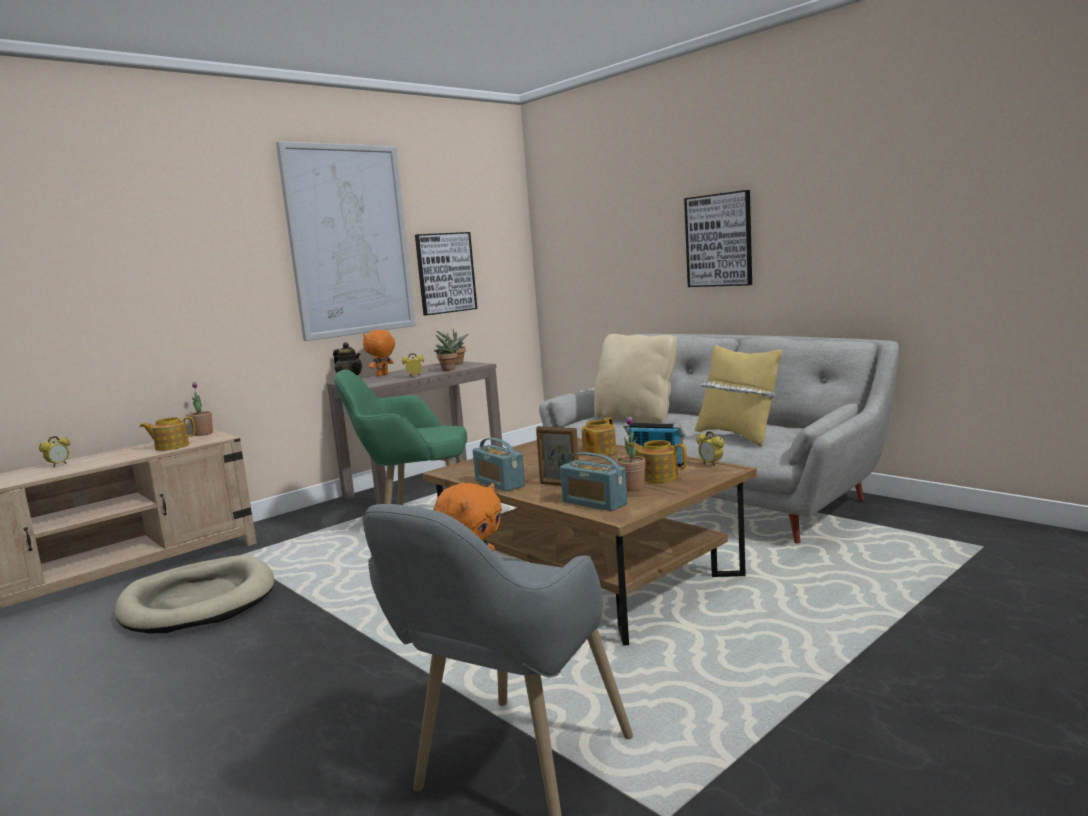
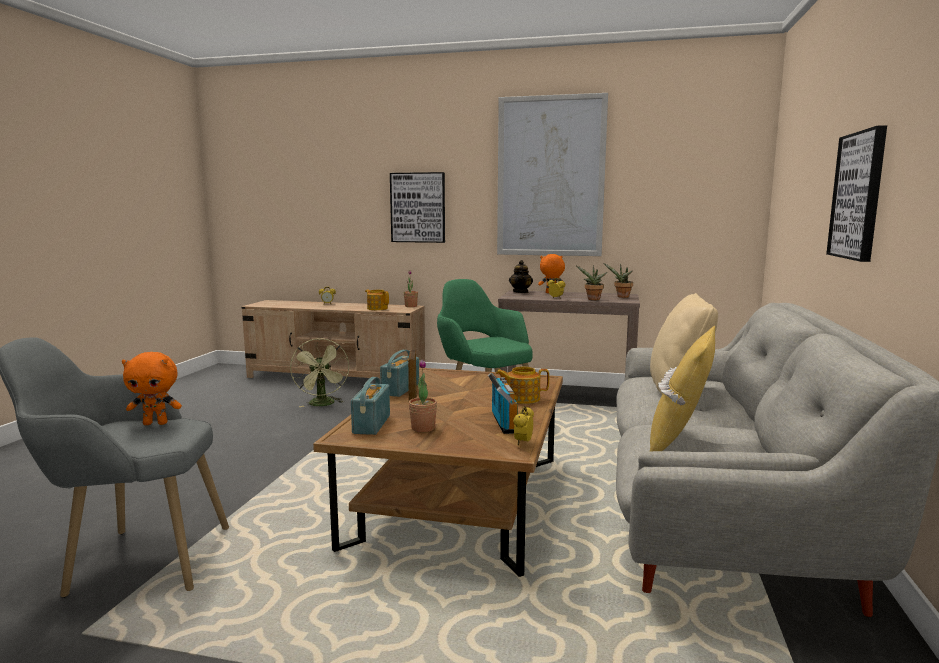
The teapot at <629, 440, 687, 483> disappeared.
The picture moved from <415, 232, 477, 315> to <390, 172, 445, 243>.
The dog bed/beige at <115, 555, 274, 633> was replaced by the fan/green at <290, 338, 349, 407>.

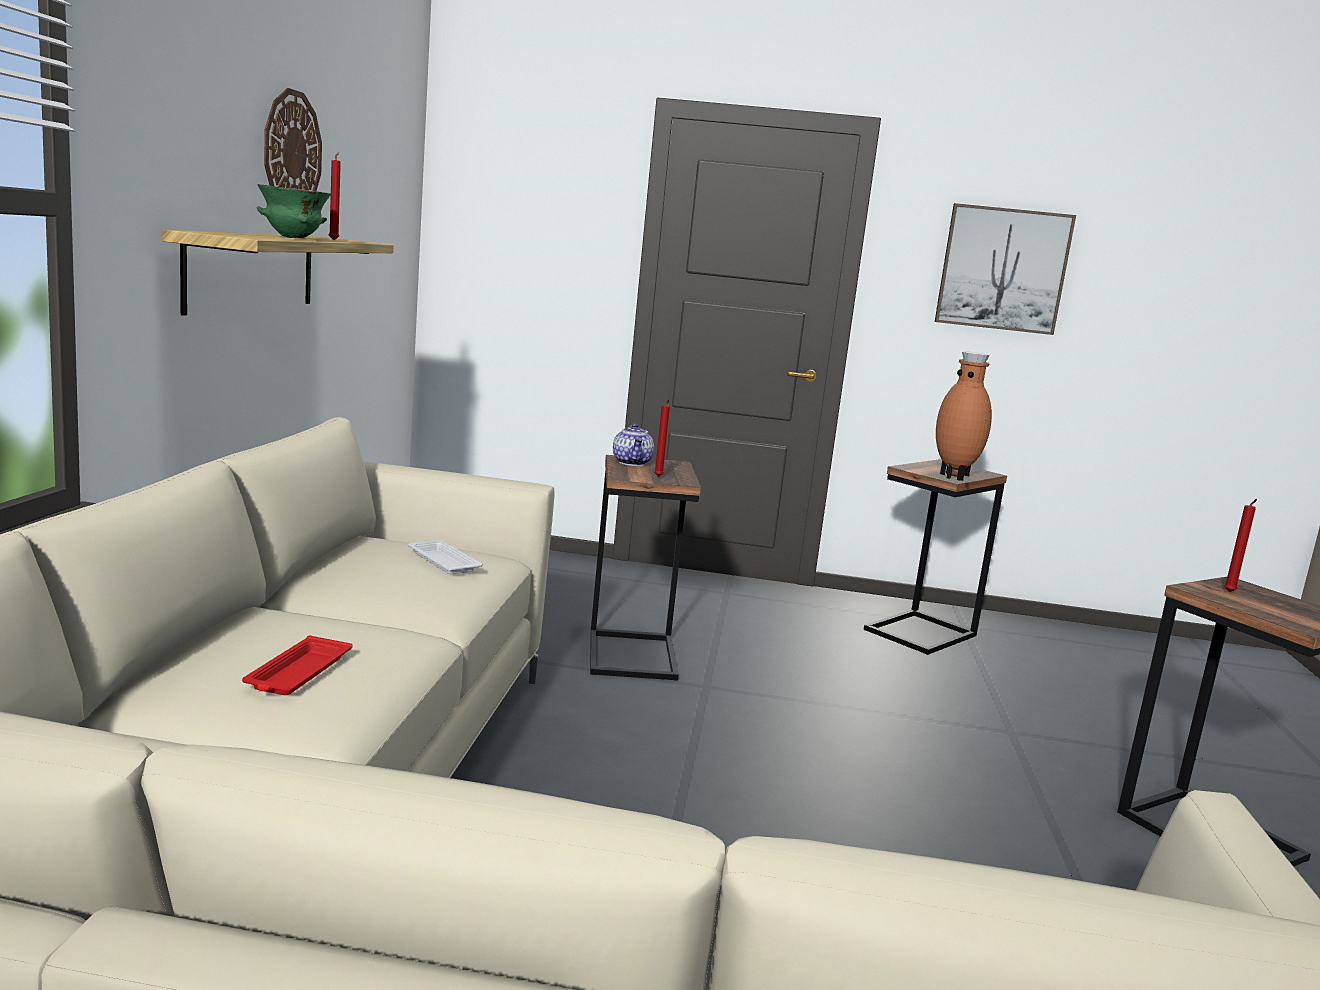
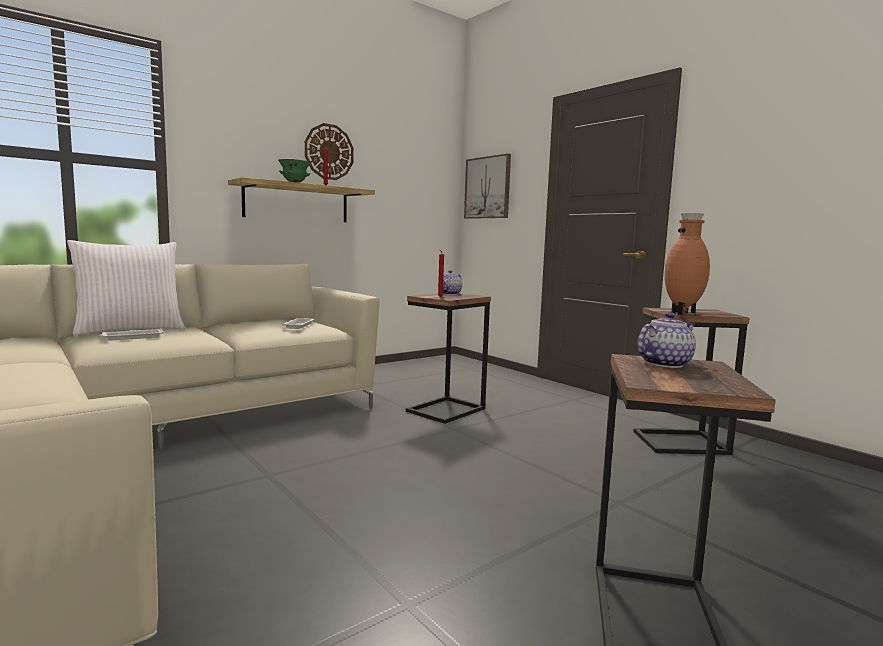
The pillow/white at <67, 240, 185, 335> appeared.
The picture moved from <935, 203, 1076, 335> to <464, 154, 511, 219>.
The candle/red at <1224, 499, 1257, 592> was replaced by the teapot at <637, 312, 696, 368>.
The tray/red at <242, 635, 353, 695> became the tray/white at <99, 328, 164, 341>.

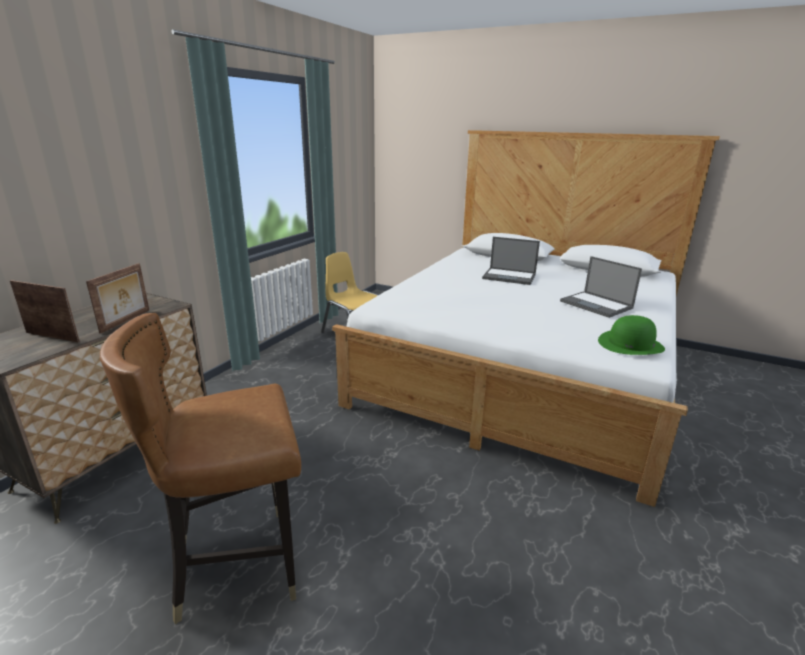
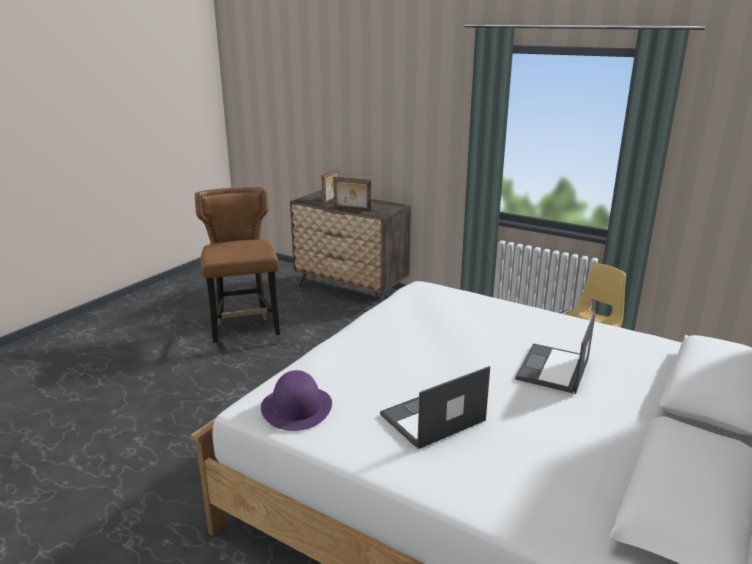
The hat/green at <598, 315, 665, 355> became the hat/purple at <261, 370, 332, 431>.

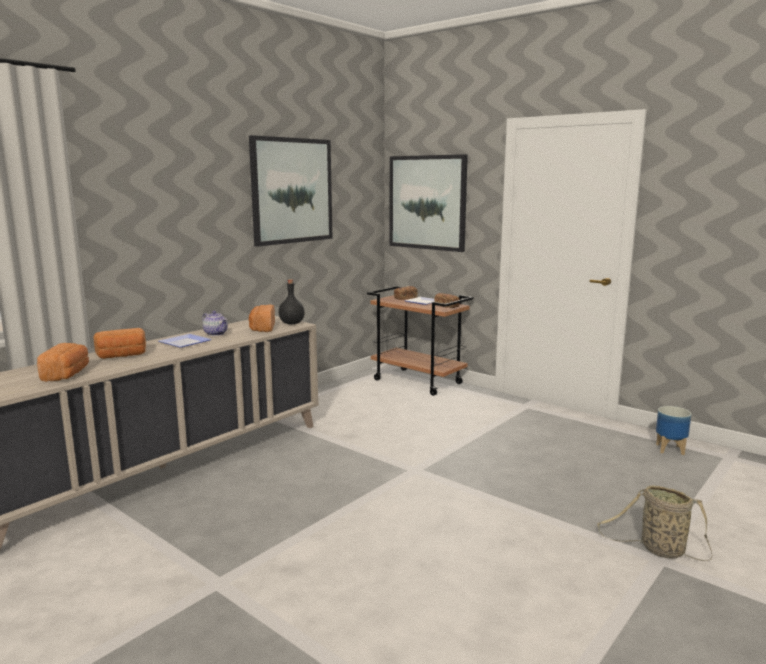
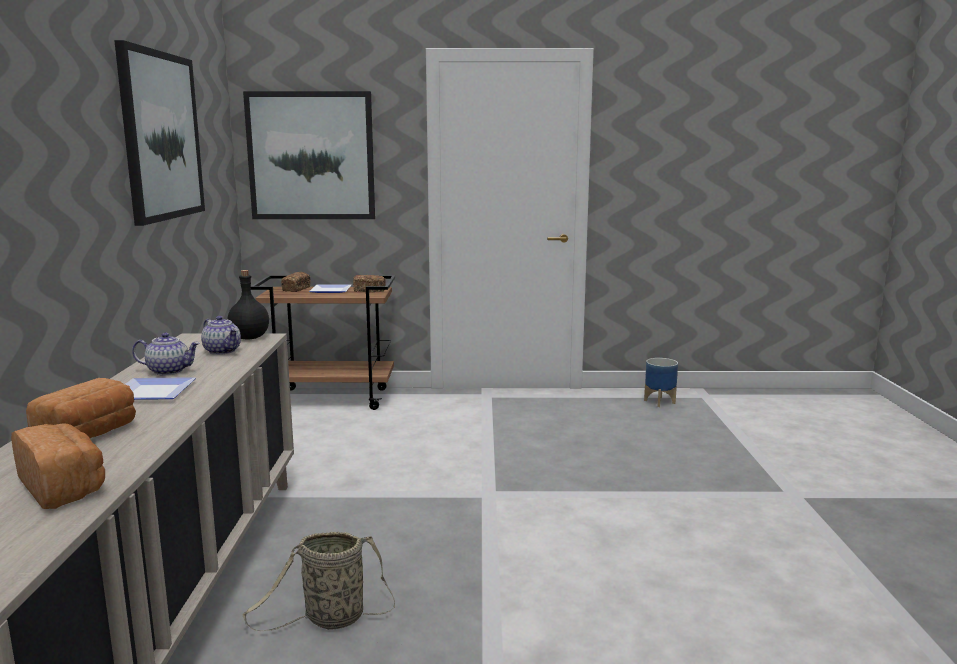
The basket moved from <597, 485, 712, 561> to <243, 532, 395, 631>.
The bread at <249, 304, 275, 332> was replaced by the teapot at <201, 316, 241, 355>.

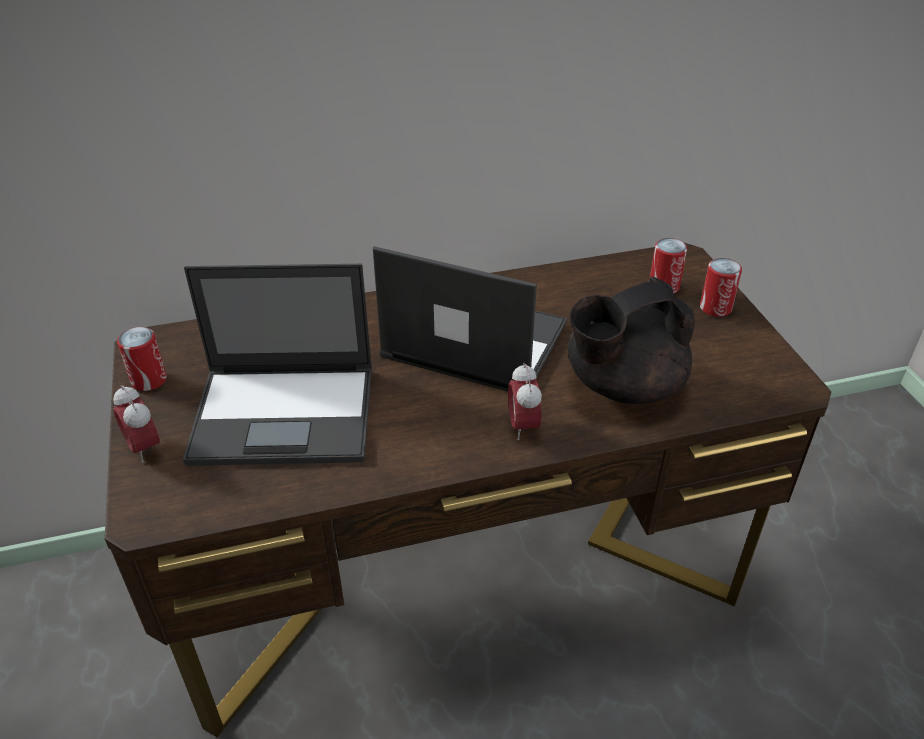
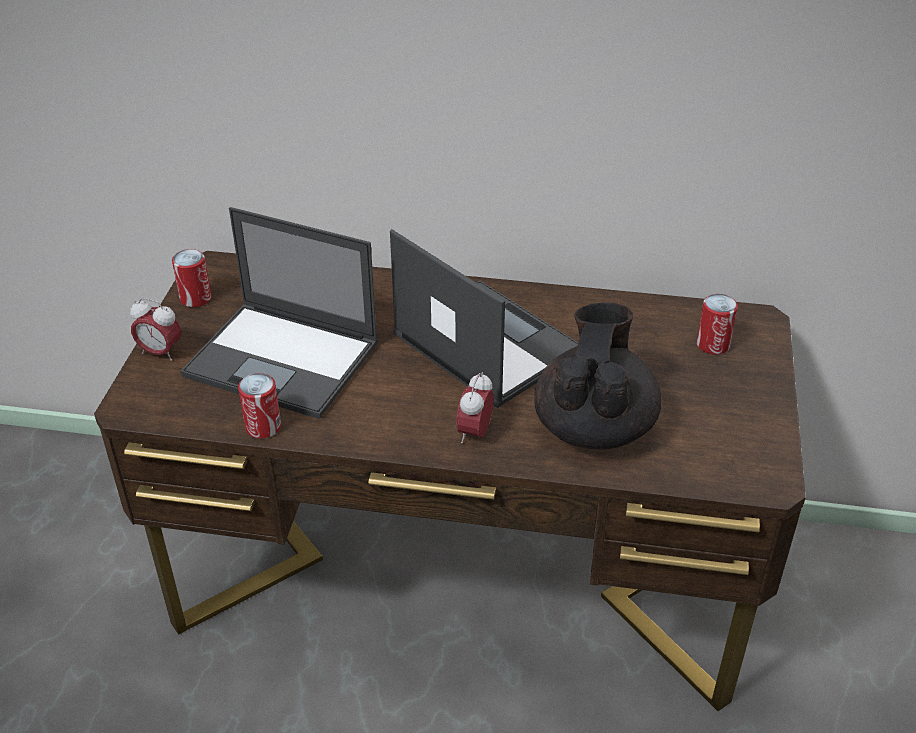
The can moved from <700, 258, 742, 317> to <238, 373, 281, 438>.
The alarm clock at <113, 385, 160, 463> turned 60 degrees counterclockwise.
The teapot/black at <568, 277, 695, 404> turned 105 degrees clockwise.

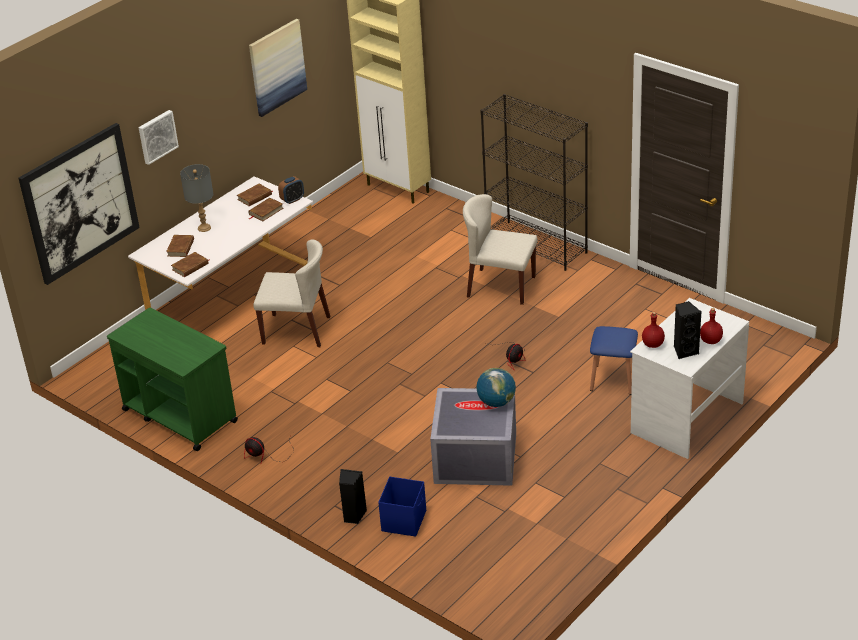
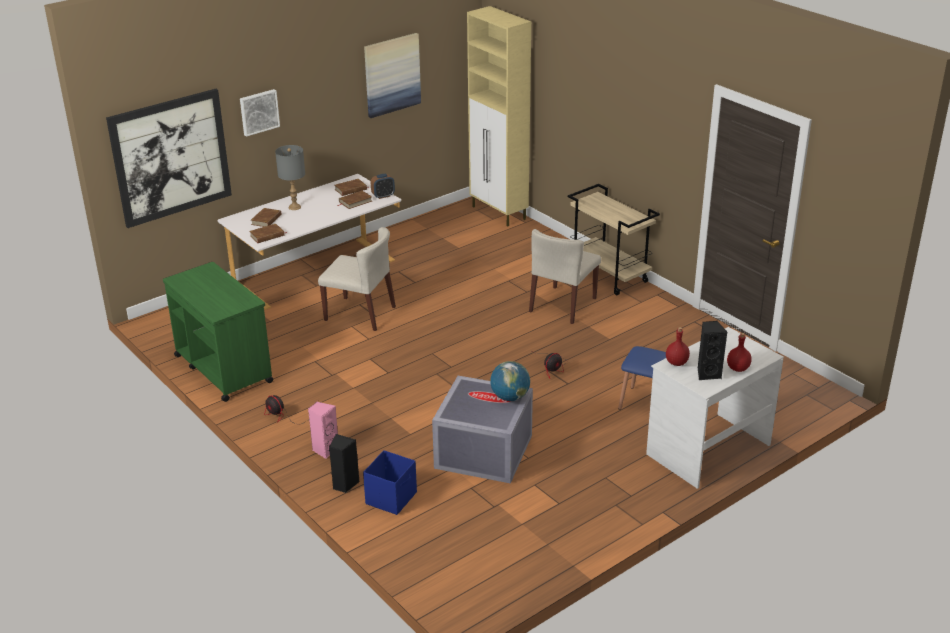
The speaker/pink at <308, 402, 338, 459> appeared.
The bookcase/black at <480, 94, 588, 271> was replaced by the cart/beige at <568, 184, 660, 295>.
The chair/beige at <463, 194, 538, 305> turned 90 degrees counterclockwise.

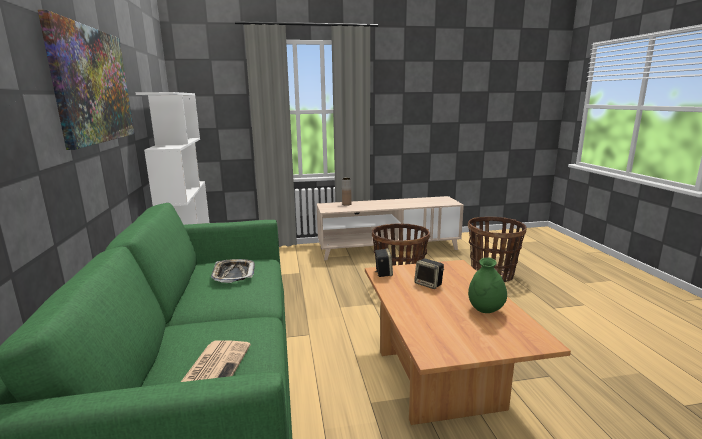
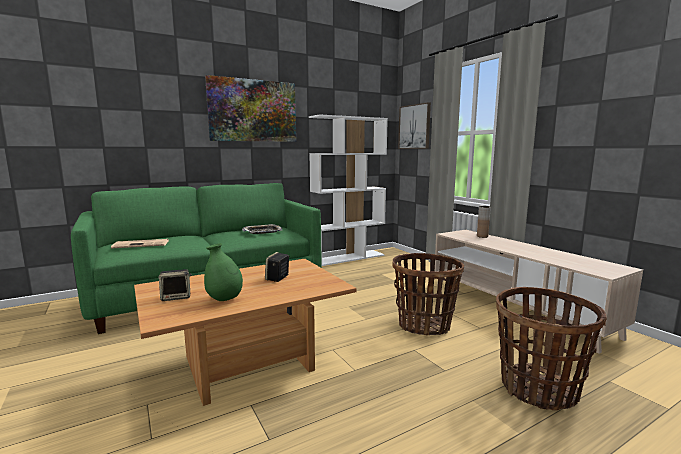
The picture at <398, 102, 431, 149> appeared.
The speaker moved from <374, 248, 393, 277> to <158, 269, 191, 301>.

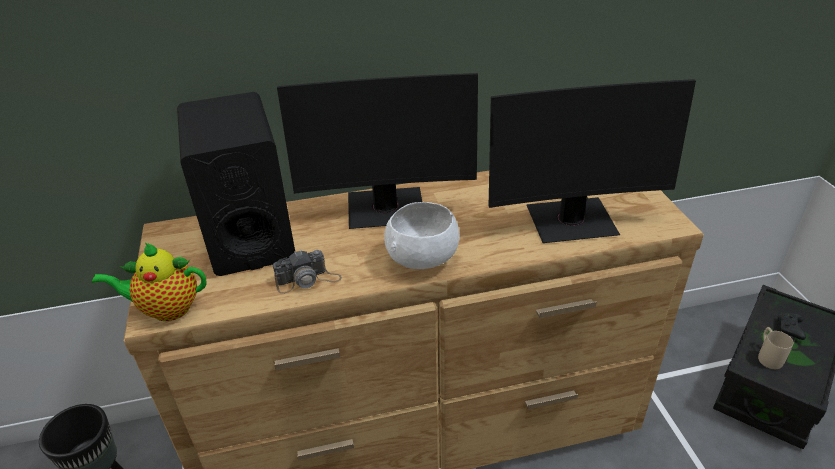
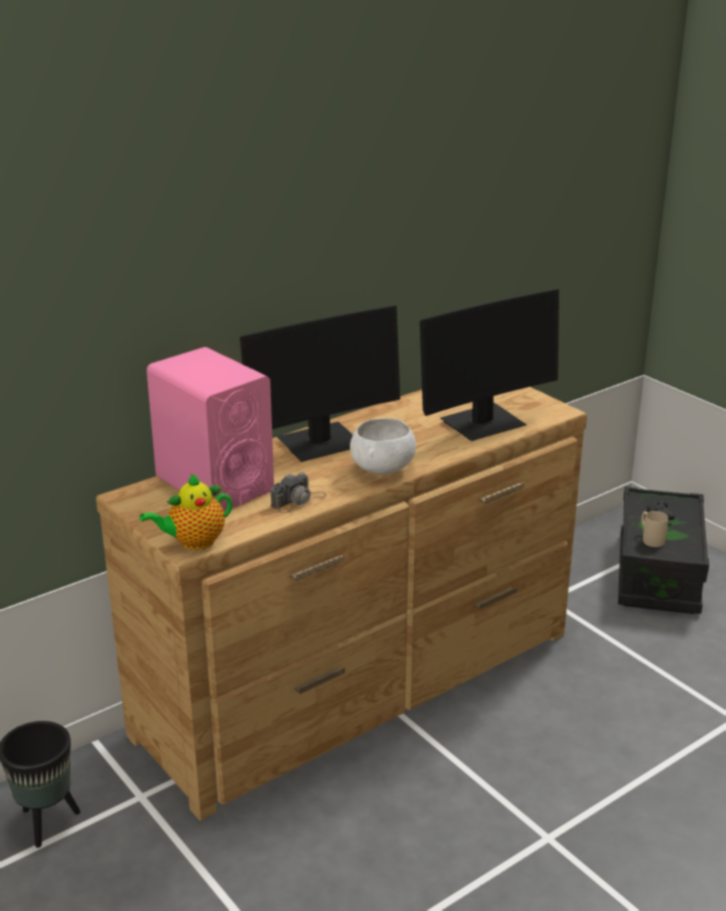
The speaker/black at <177, 92, 295, 276> became the speaker/pink at <147, 347, 274, 511>.

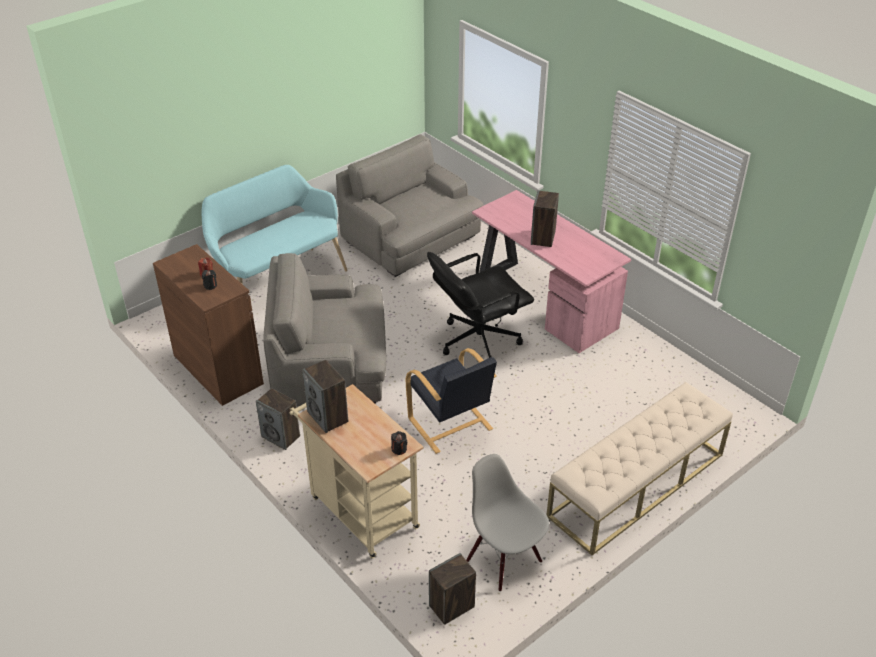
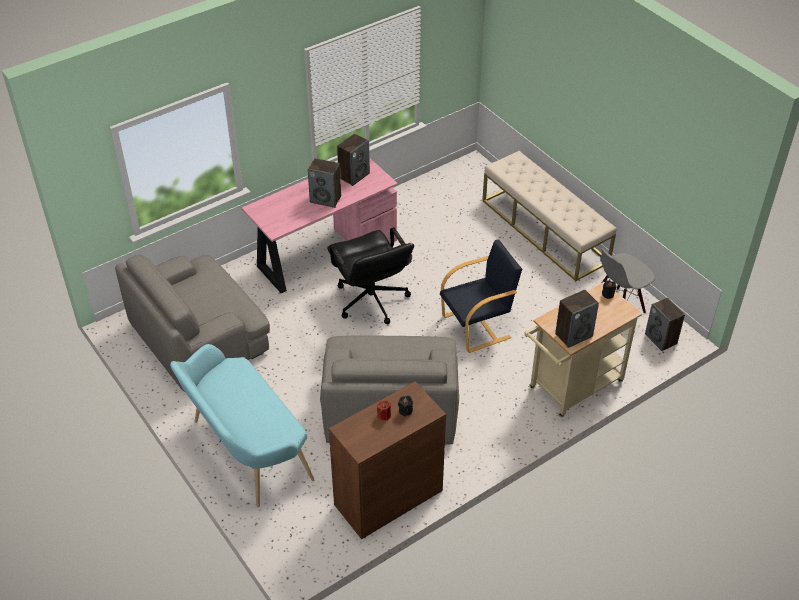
The speaker moved from <256, 388, 300, 450> to <337, 133, 370, 186>.

